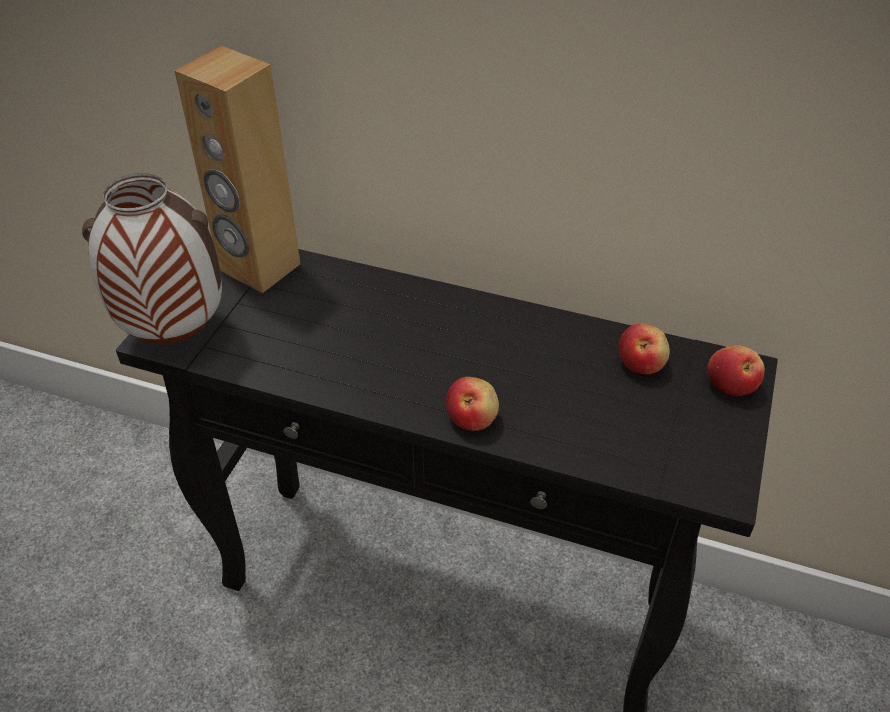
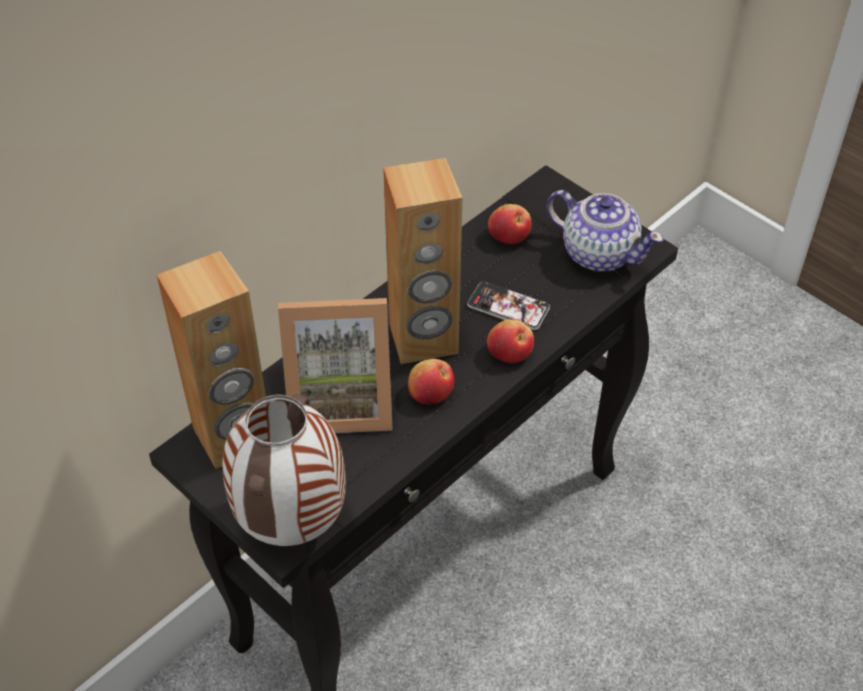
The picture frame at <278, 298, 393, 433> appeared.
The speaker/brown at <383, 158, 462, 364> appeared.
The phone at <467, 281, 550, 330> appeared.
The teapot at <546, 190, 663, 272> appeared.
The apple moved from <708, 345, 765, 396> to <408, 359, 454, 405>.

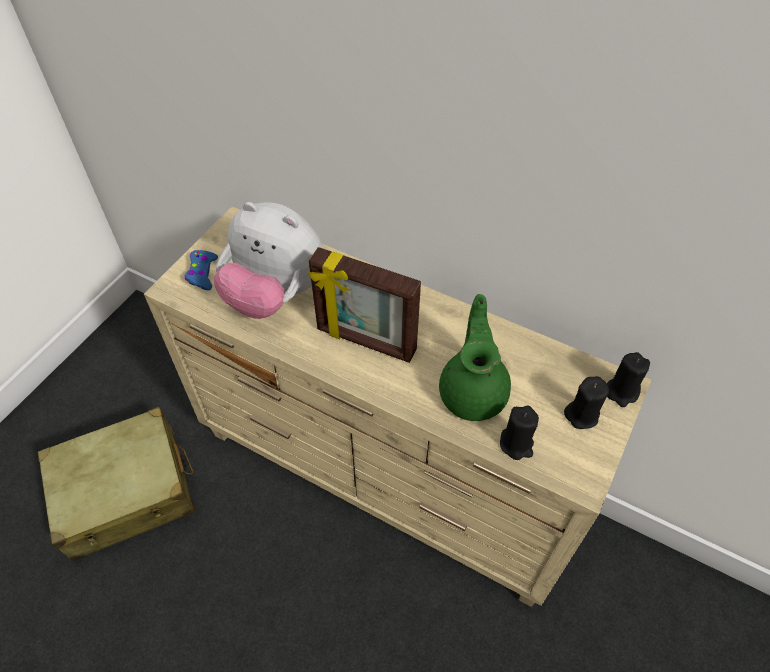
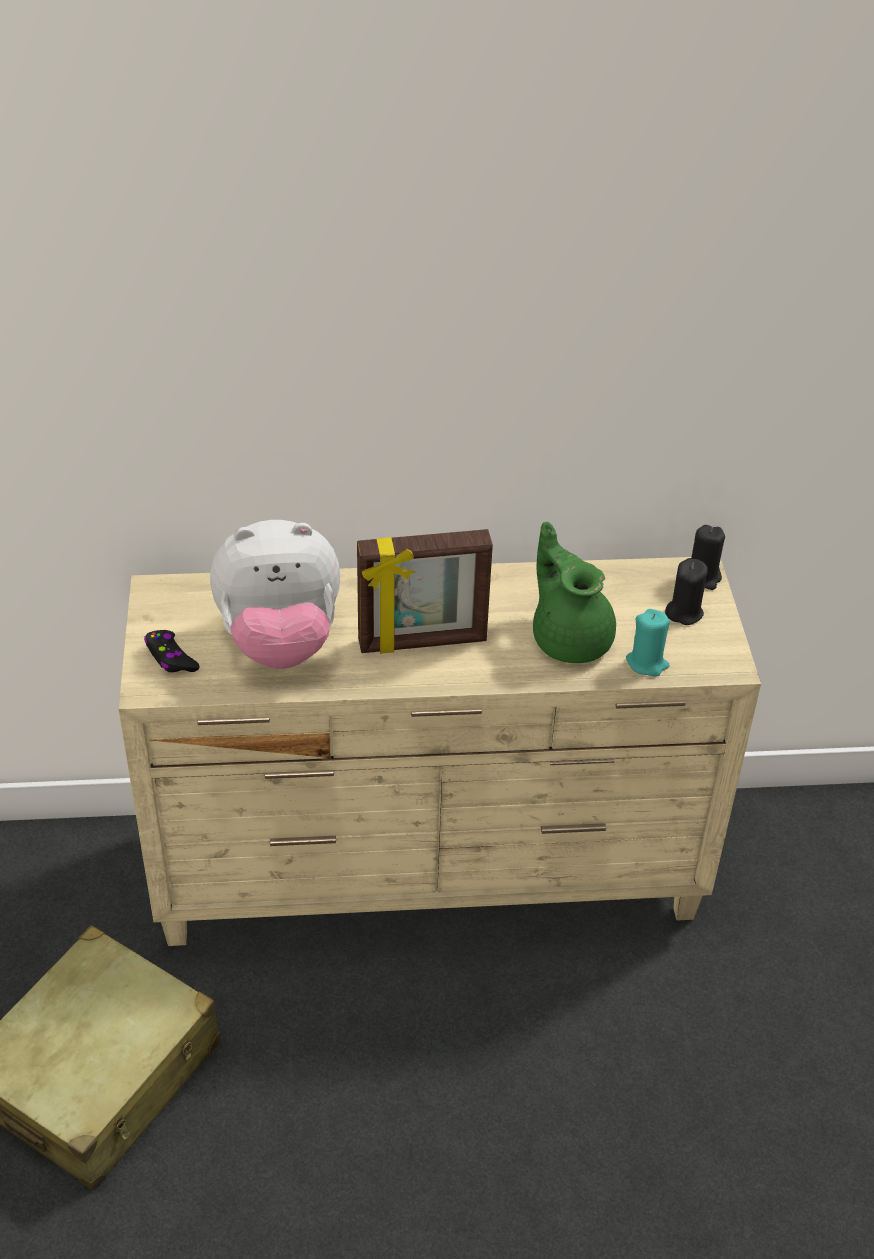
The game controller/blue at <185, 250, 218, 290> became the game controller/black at <144, 630, 200, 672>.
The candle/black at <500, 406, 539, 460> became the candle/turquoise at <626, 609, 670, 676>.

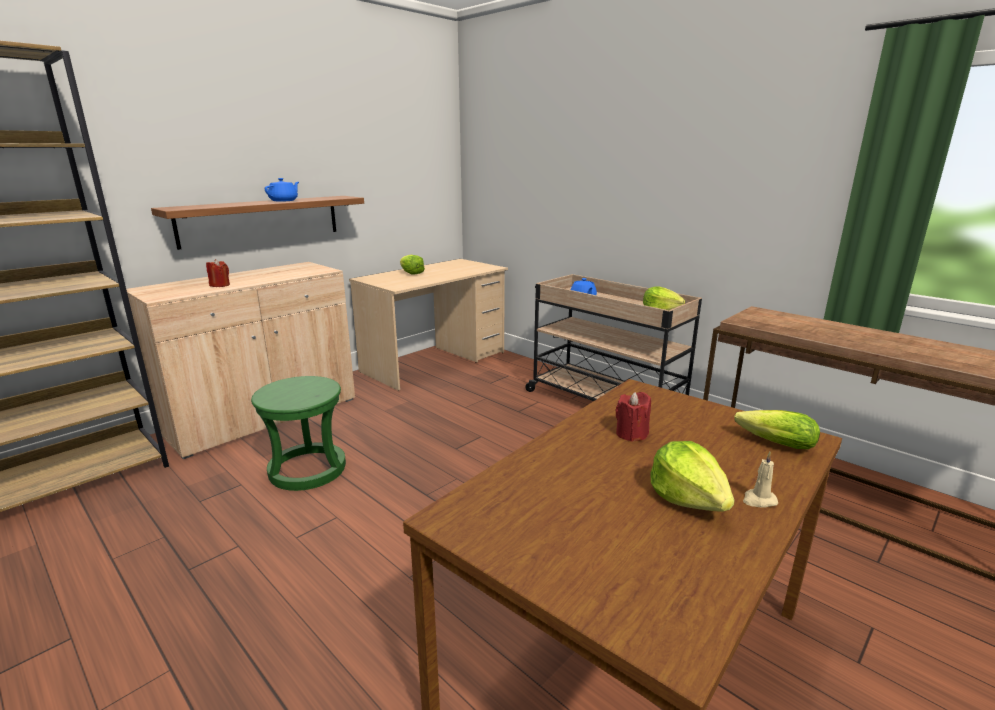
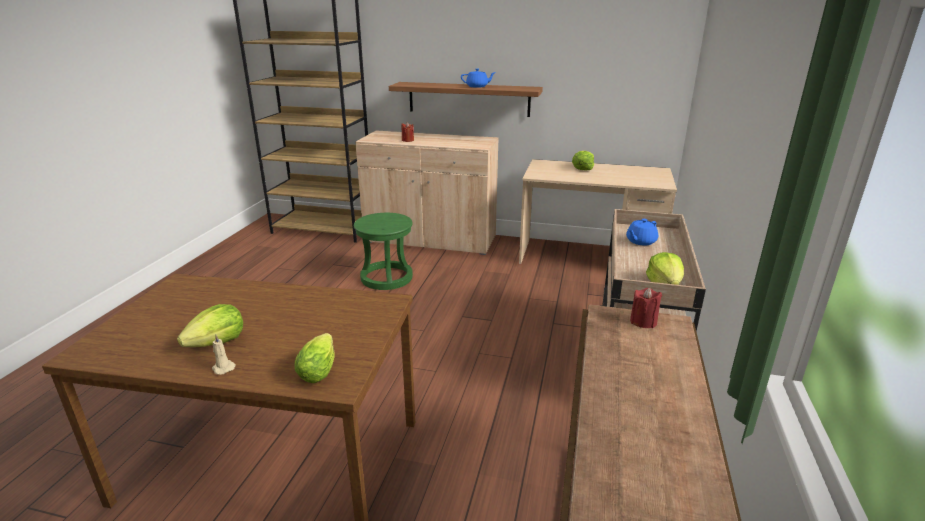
The candle/red moved from <615, 392, 651, 442> to <630, 288, 662, 328>.

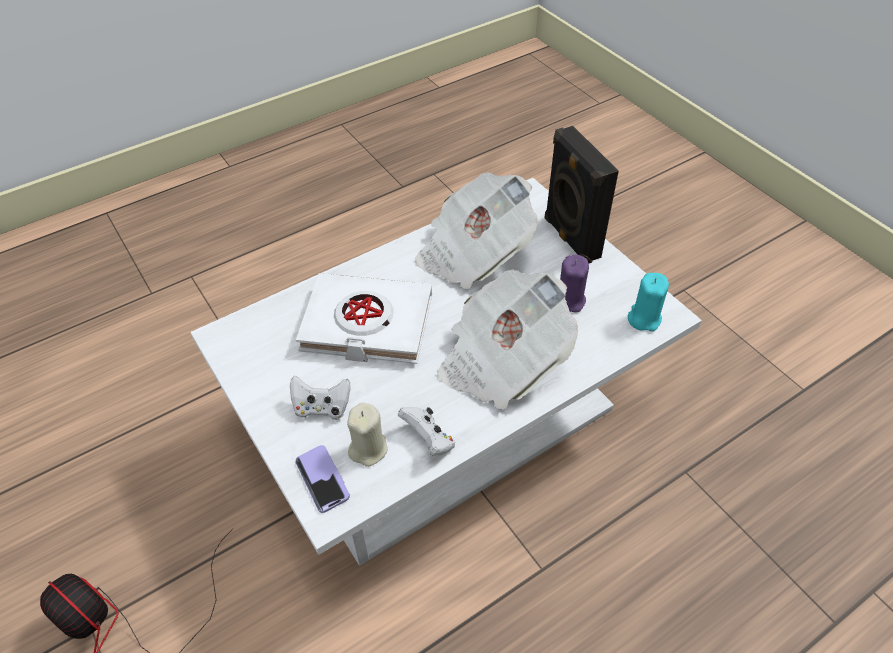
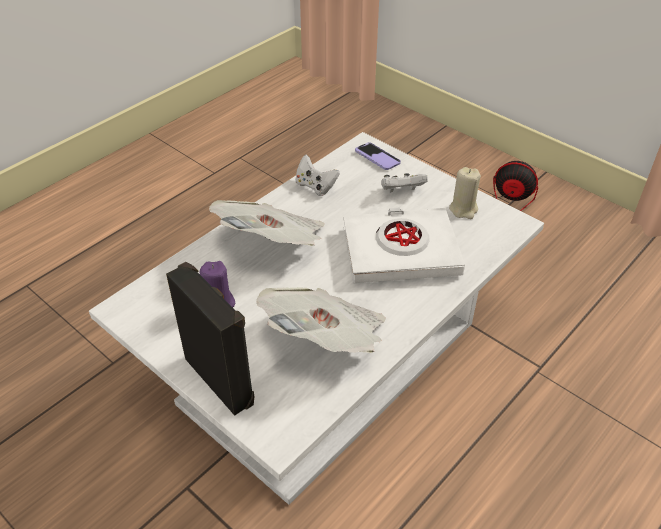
The candle/turquoise at <628, 273, 669, 331> disappeared.
The candle/beige moved from <347, 402, 388, 467> to <449, 167, 481, 219>.

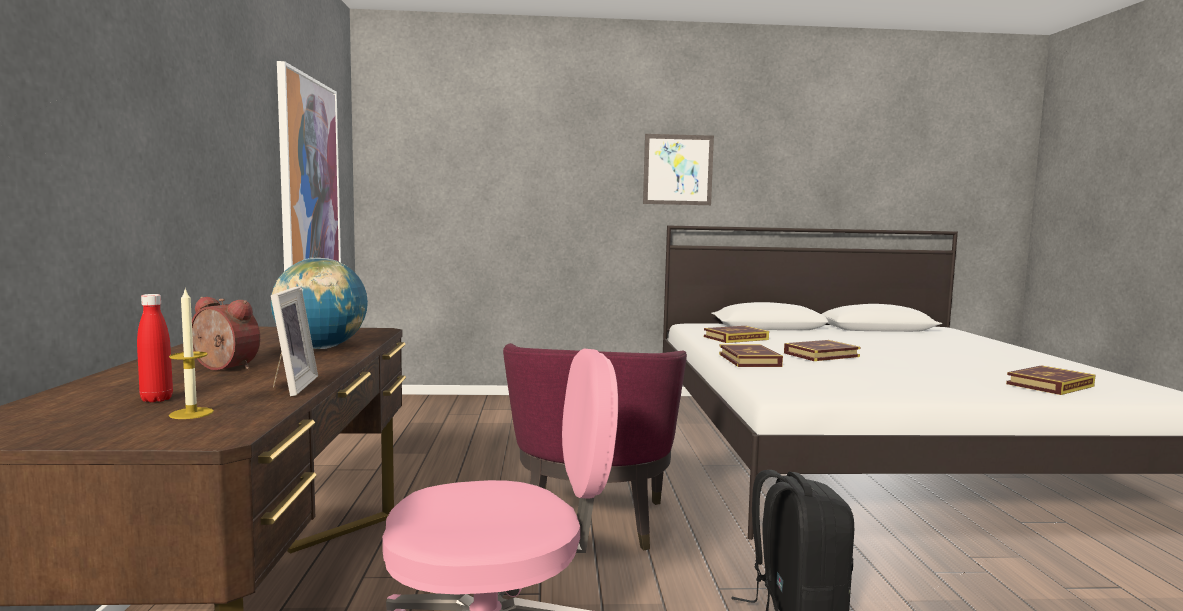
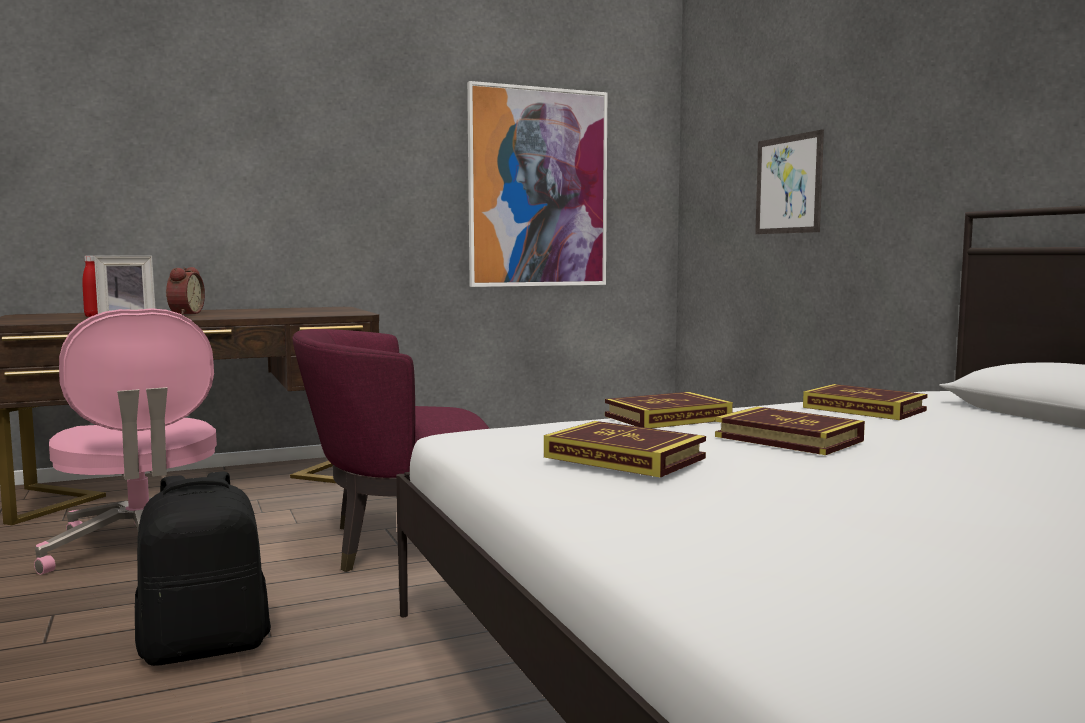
The candle at <169, 288, 214, 419> disappeared.
The globe at <271, 258, 368, 349> disappeared.
The picture moved from <643, 134, 714, 205> to <755, 130, 824, 234>.
The book moved from <1006, 365, 1096, 395> to <544, 421, 706, 478>.

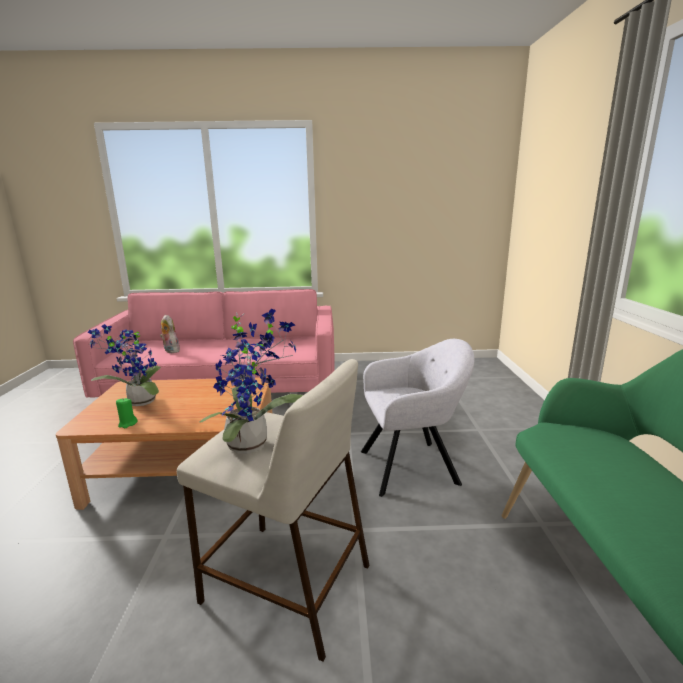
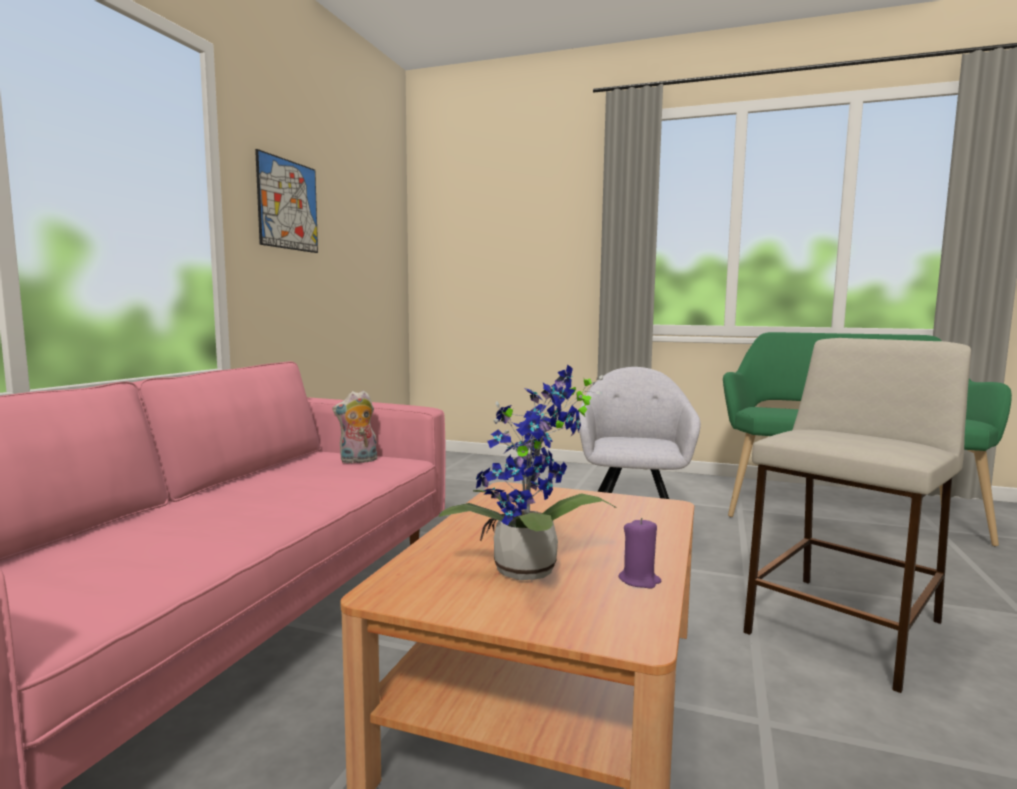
The potted plant at <199, 309, 303, 454> disappeared.
The picture at <255, 149, 318, 253> appeared.
The plush toy moved from <160, 315, 180, 353> to <332, 390, 377, 464>.
The candle/green at <116, 398, 138, 428> became the candle/purple at <618, 518, 661, 588>.

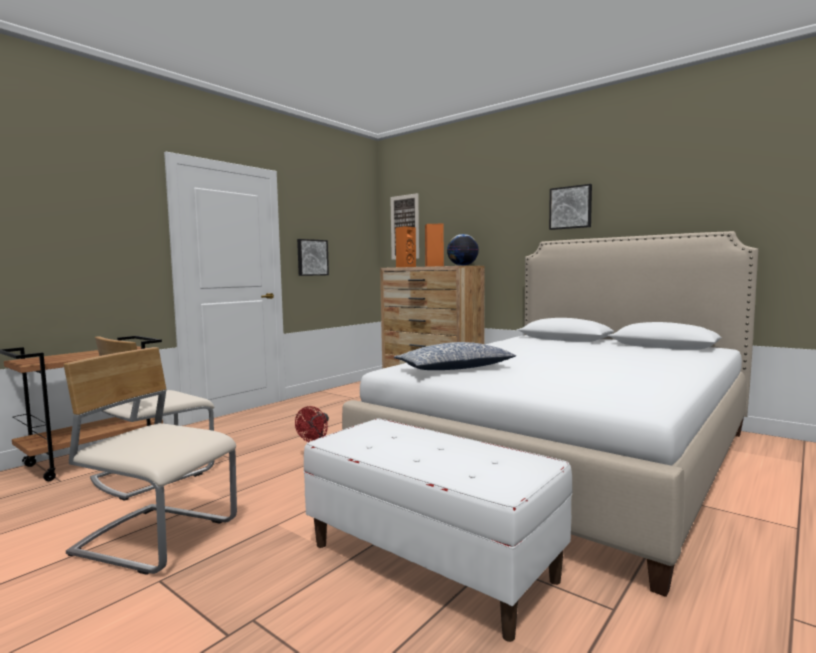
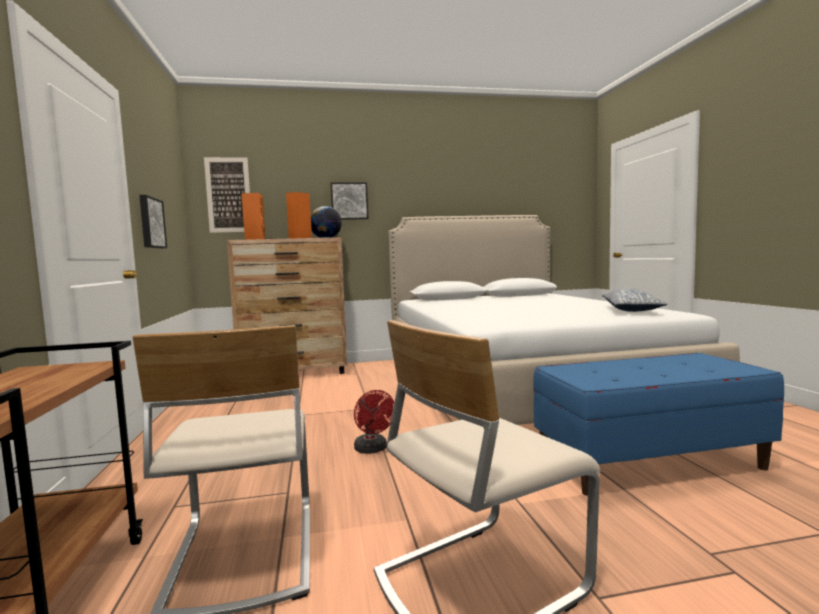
The pillow moved from <394, 342, 516, 370> to <602, 288, 668, 312>.
The picture moved from <549, 184, 592, 230> to <331, 182, 368, 220>.
The bench/white at <303, 418, 572, 642> became the bench/blue at <533, 353, 784, 496>.

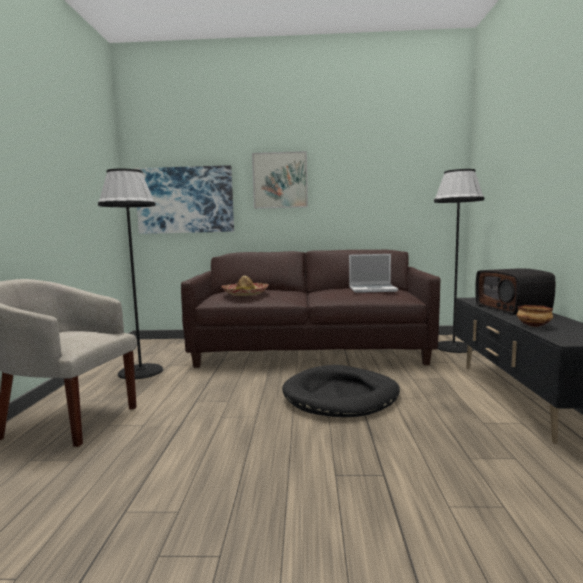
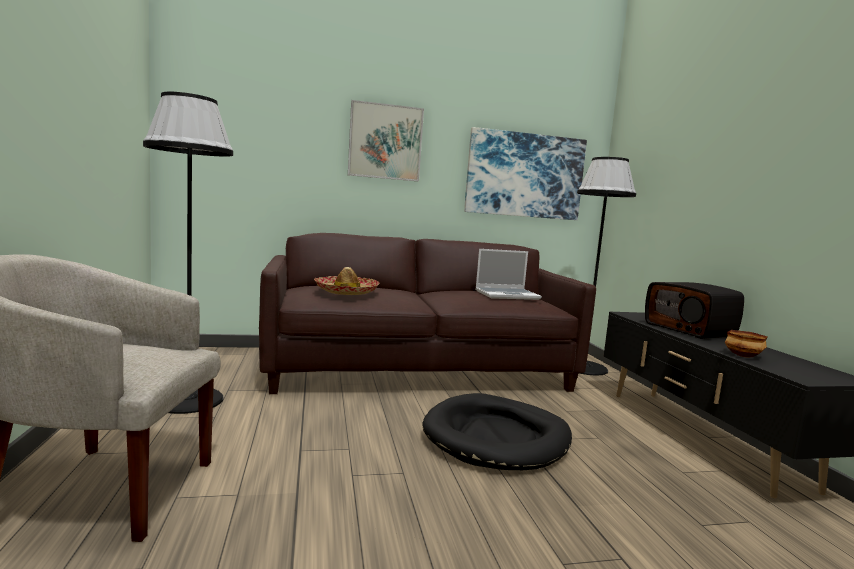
The picture moved from <134, 165, 234, 234> to <464, 127, 587, 220>.

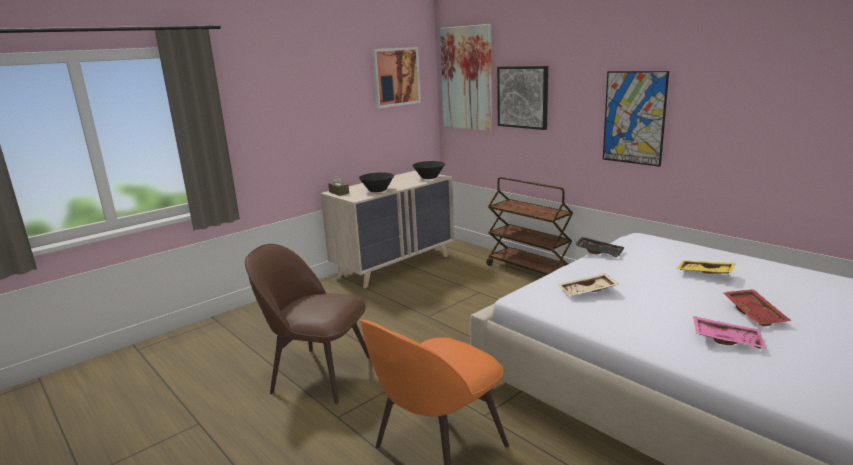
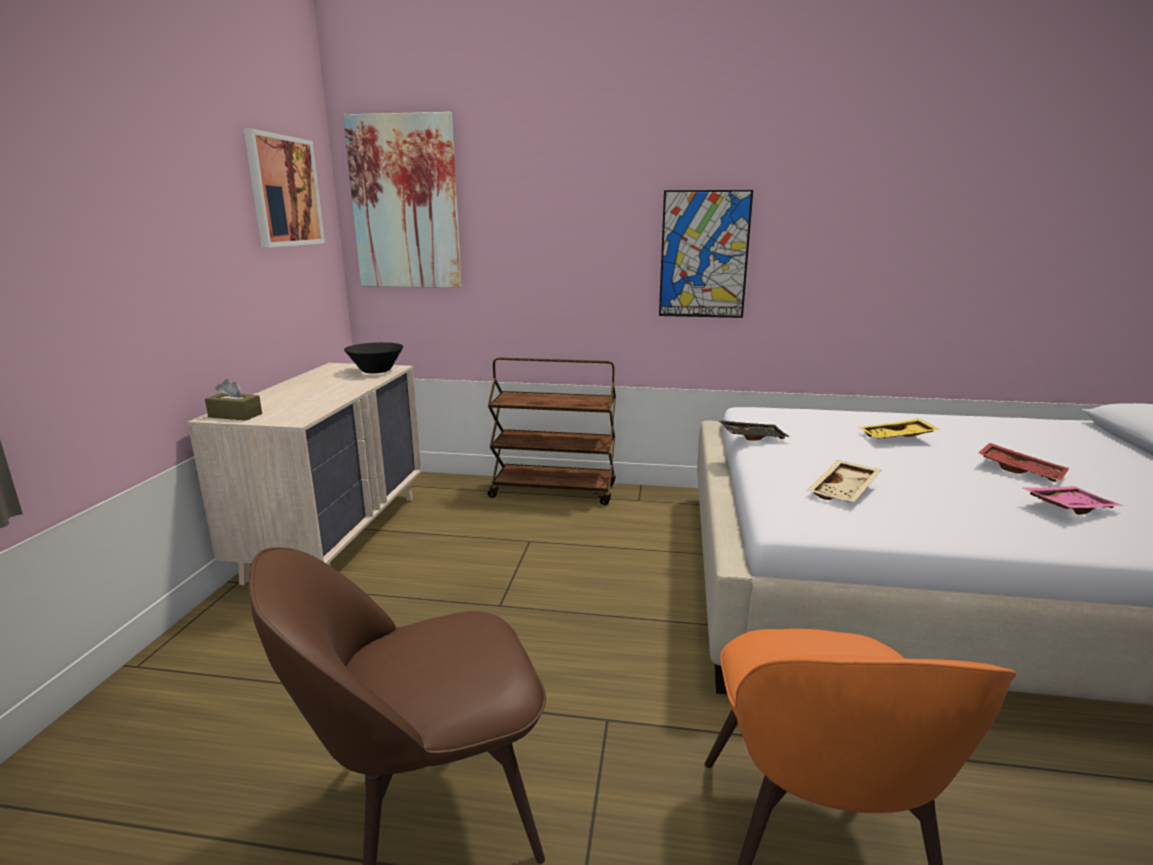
The bowl/black at <359, 172, 394, 192> disappeared.
The picture at <497, 66, 548, 130> disappeared.

